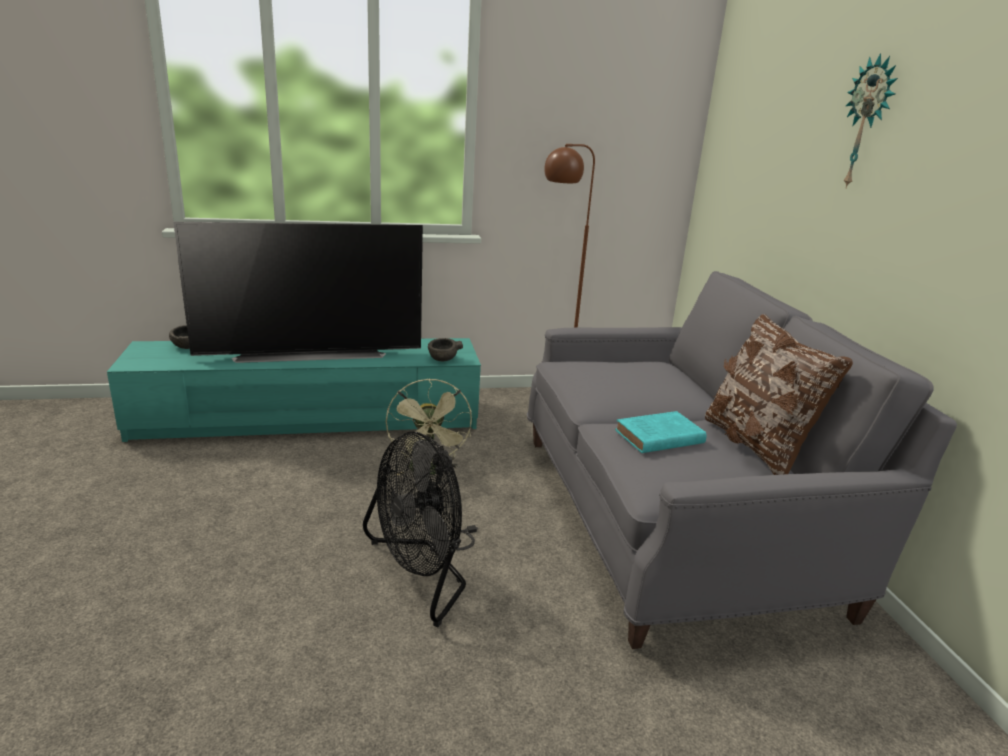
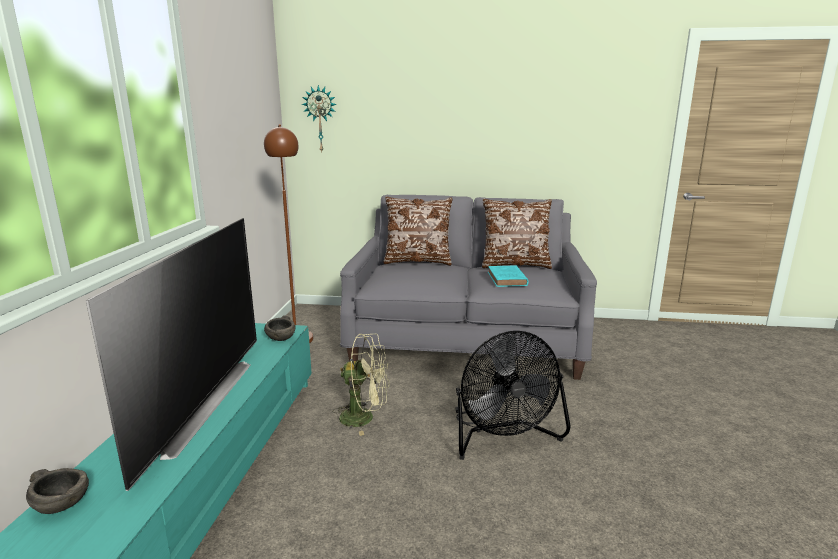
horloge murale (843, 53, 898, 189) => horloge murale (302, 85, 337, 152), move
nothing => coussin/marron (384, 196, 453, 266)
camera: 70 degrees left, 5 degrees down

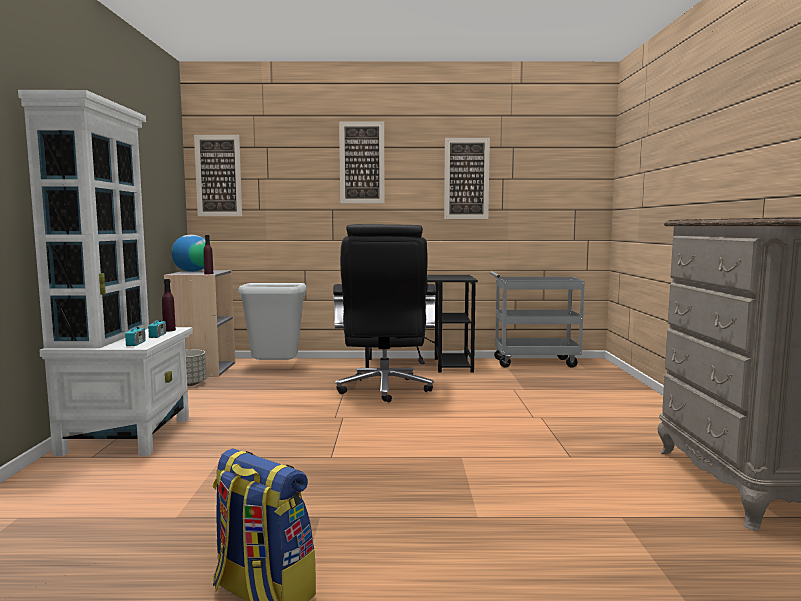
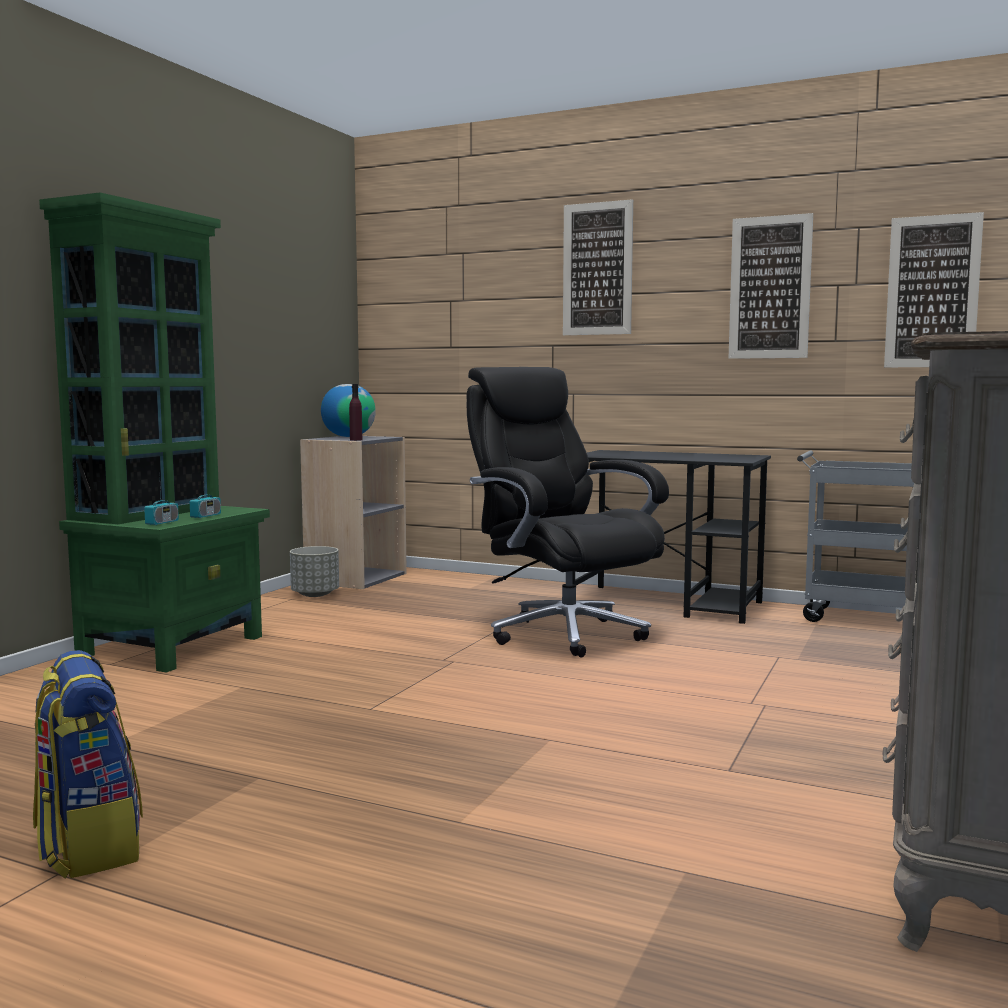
meuble de rangement/blanc (18, 90, 193, 456) => meuble de rangement/vert (39, 192, 270, 673)
chaise de bureau/noir (333, 224, 436, 403) => chaise de bureau/noir (467, 367, 669, 658), 120 degrees clockwise
tableau (194, 135, 242, 216) => tableau (884, 212, 984, 367), move
bouteille/violet (162, 279, 176, 331) => nothing
poubelle/gris (238, 283, 306, 360) => nothing
camera: 25 degrees right, 0 degrees up

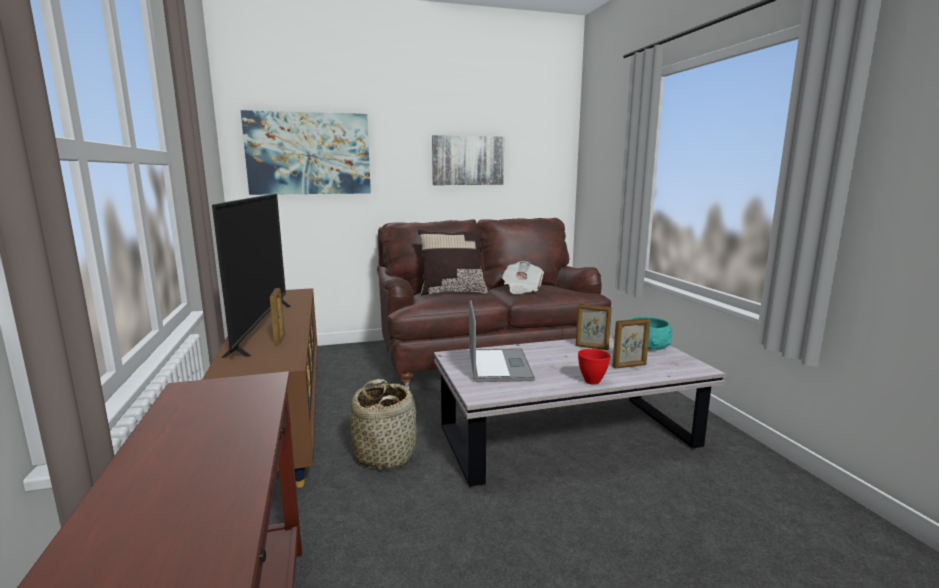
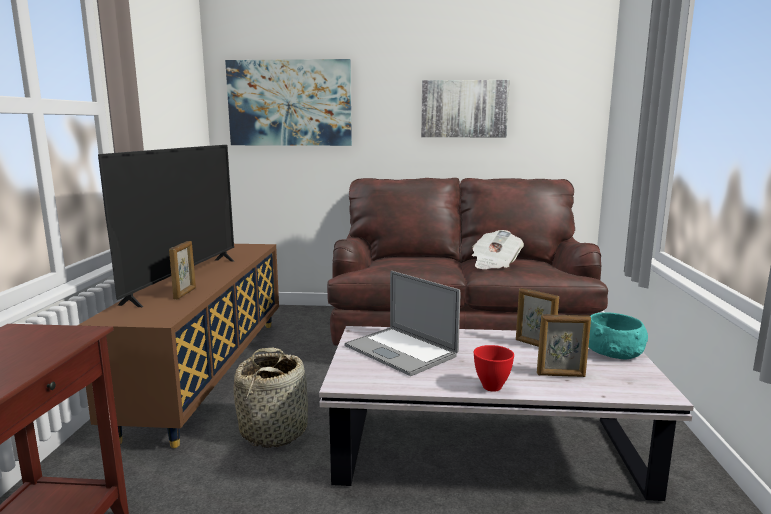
ordinateur portable (469, 300, 535, 382) => ordinateur portable (344, 271, 460, 376), 120 degrees clockwise
coussin (417, 229, 488, 295) => nothing
camera: 20 degrees right, 0 degrees up

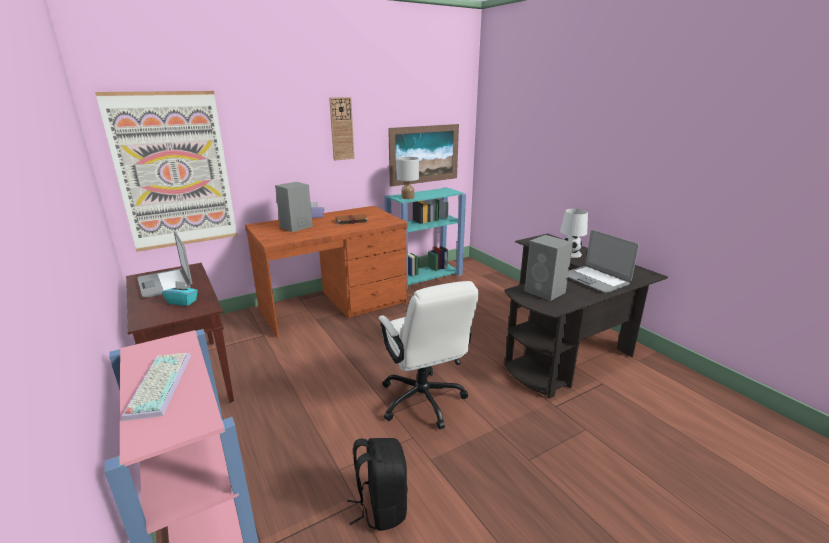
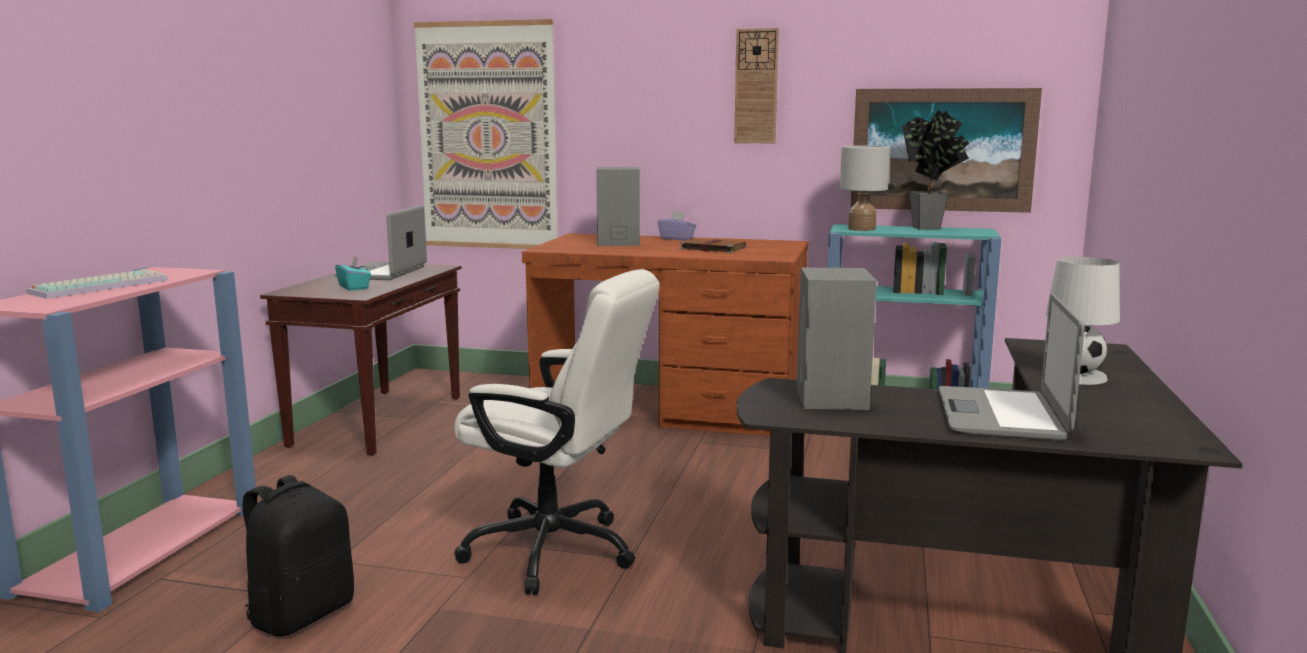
chaise de bureau/blanc (379, 281, 479, 429) => chaise de bureau/blanc (454, 269, 660, 595), 90 degrees counterclockwise
nothing => plante en pot (902, 110, 969, 230)
camera: 45 degrees right, 10 degrees down

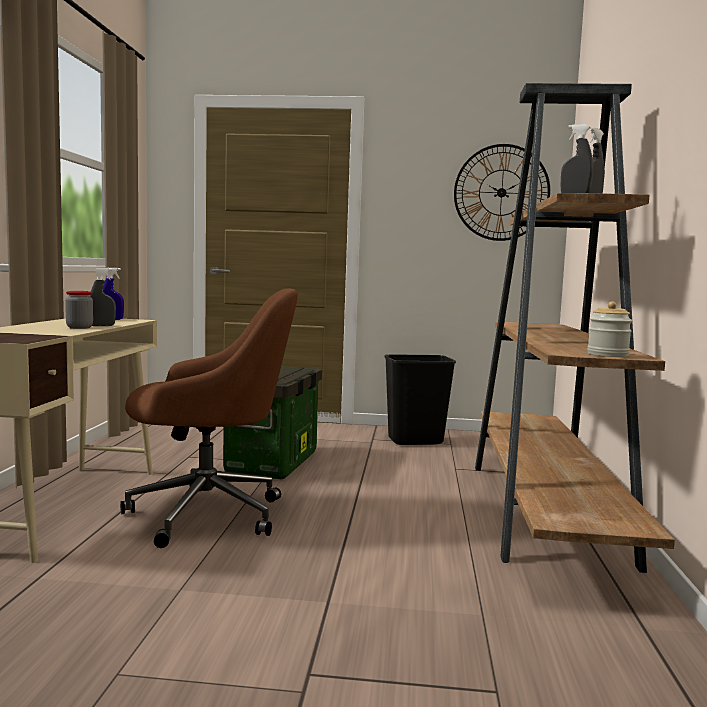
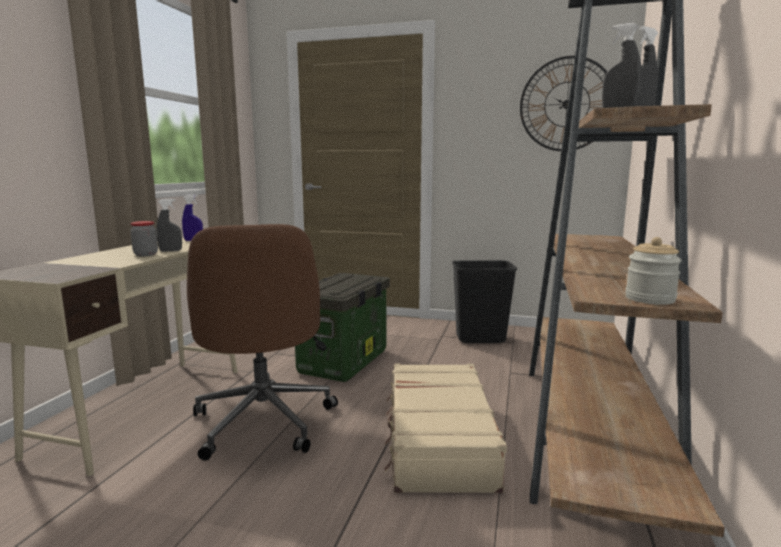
chaise de bureau/marron (120, 289, 298, 548) => chaise de bureau/marron (187, 224, 338, 460), 75 degrees clockwise
nothing => valise/beige (384, 364, 507, 493)
camera: 10 degrees right, 5 degrees up

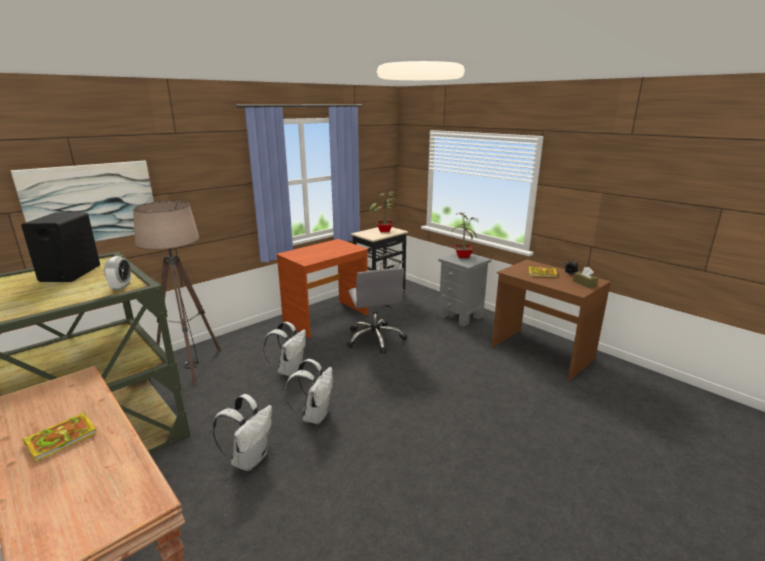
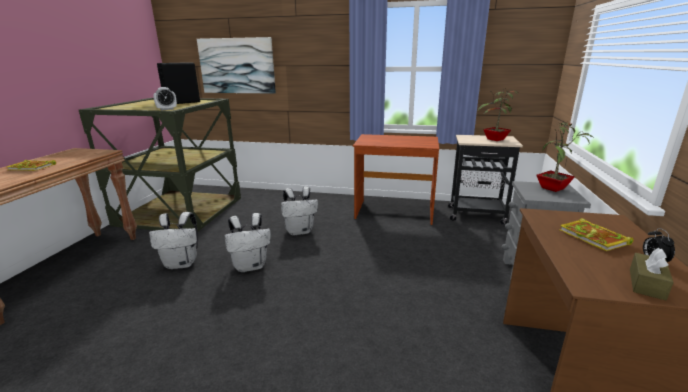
lampadaire (133, 201, 221, 385) => nothing
chaise de bureau/gris (347, 268, 407, 354) => nothing
camera: 55 degrees right, 0 degrees up

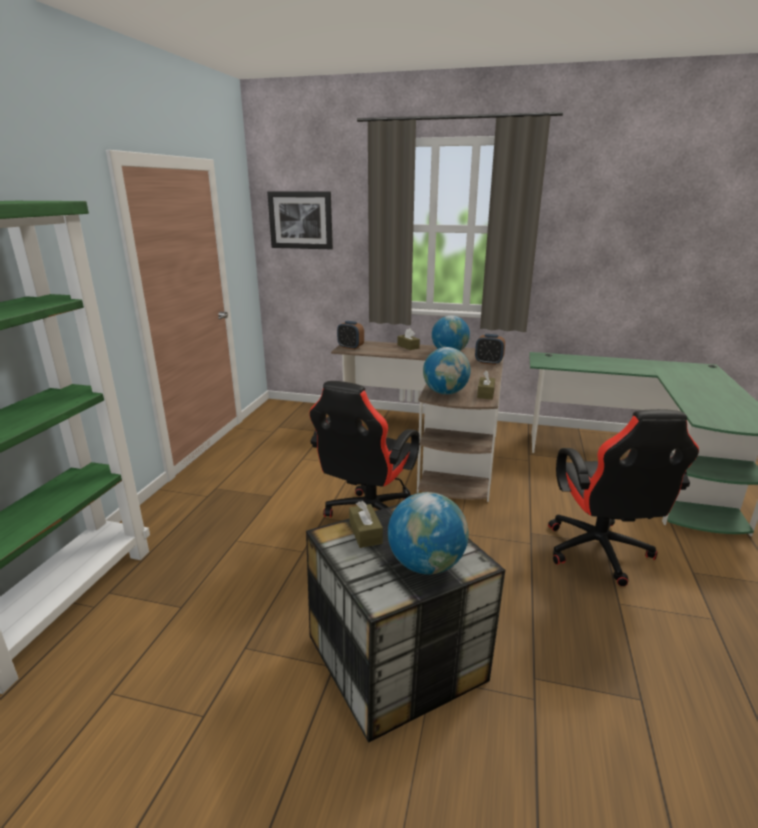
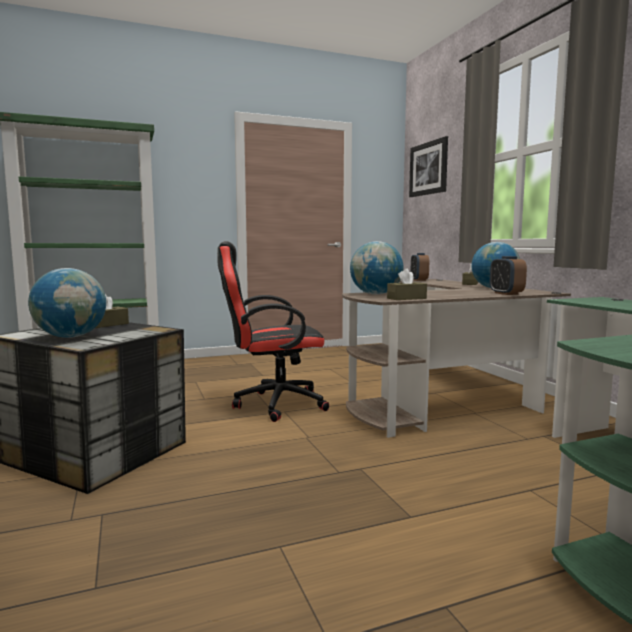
chaise de bureau/noir (548, 409, 699, 586) => nothing
camera: 55 degrees right, 15 degrees down

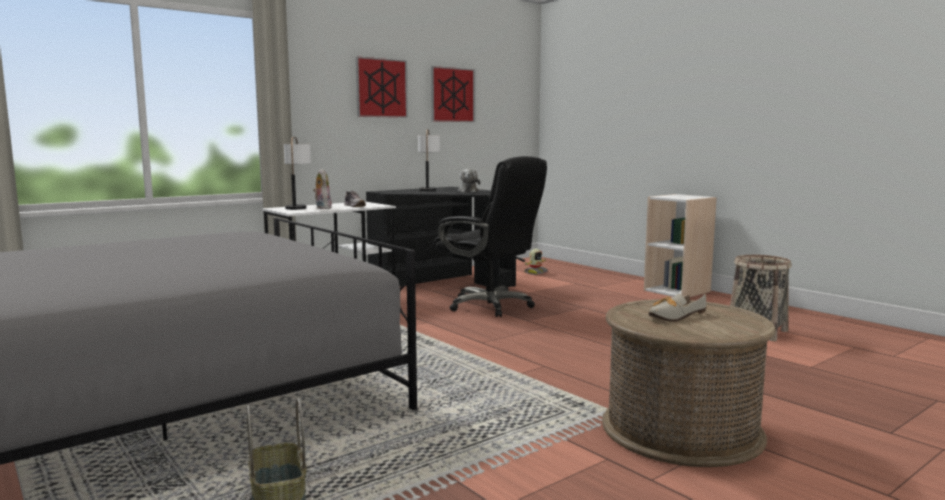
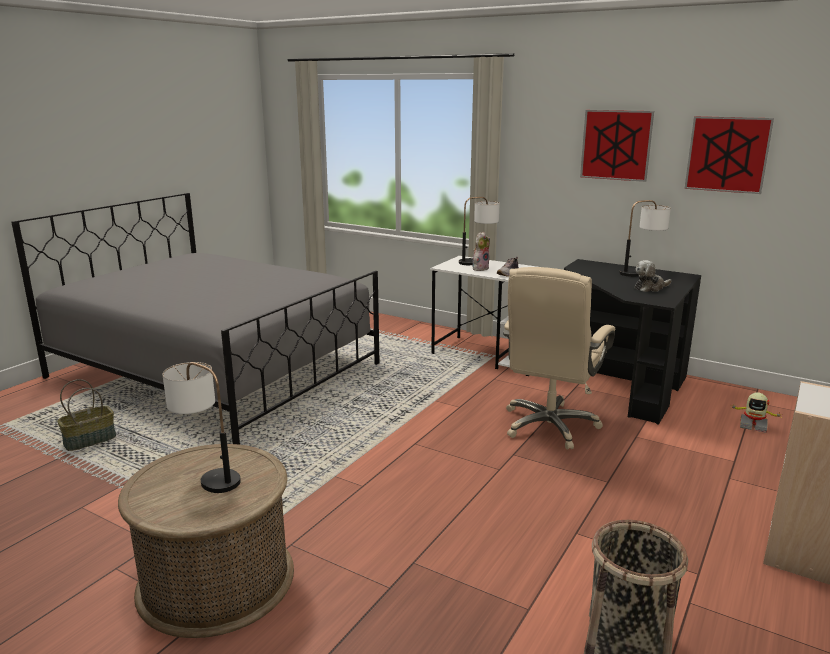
chaussure (649, 294, 706, 322) => lampe de table (162, 362, 241, 493)
chaise de bureau/noir (433, 156, 547, 317) => chaise de bureau/beige (503, 267, 615, 449)
camera: 70 degrees right, 10 degrees up

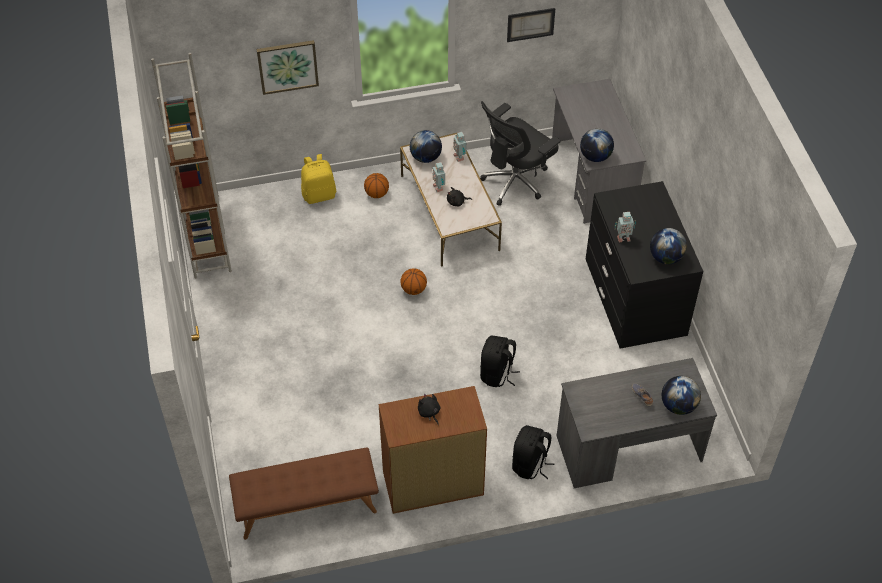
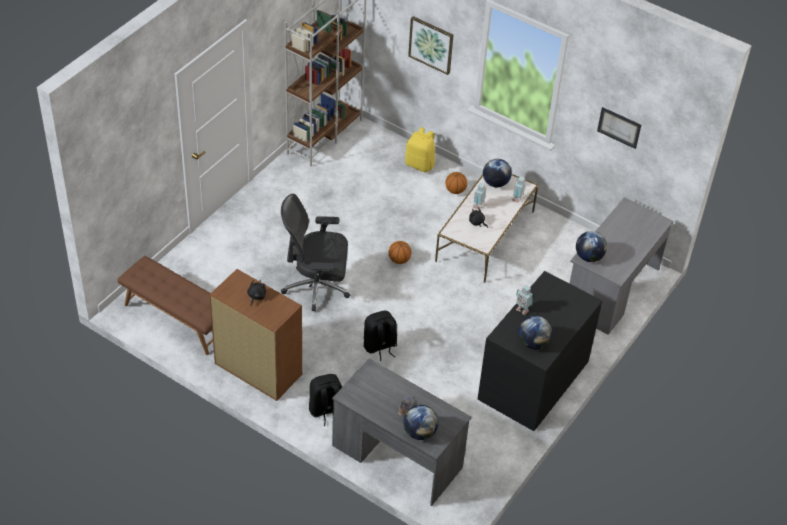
chaise de bureau (480, 101, 561, 206) => chaise de bureau (281, 194, 350, 311), move
camera: 45 degrees right, 5 degrees down

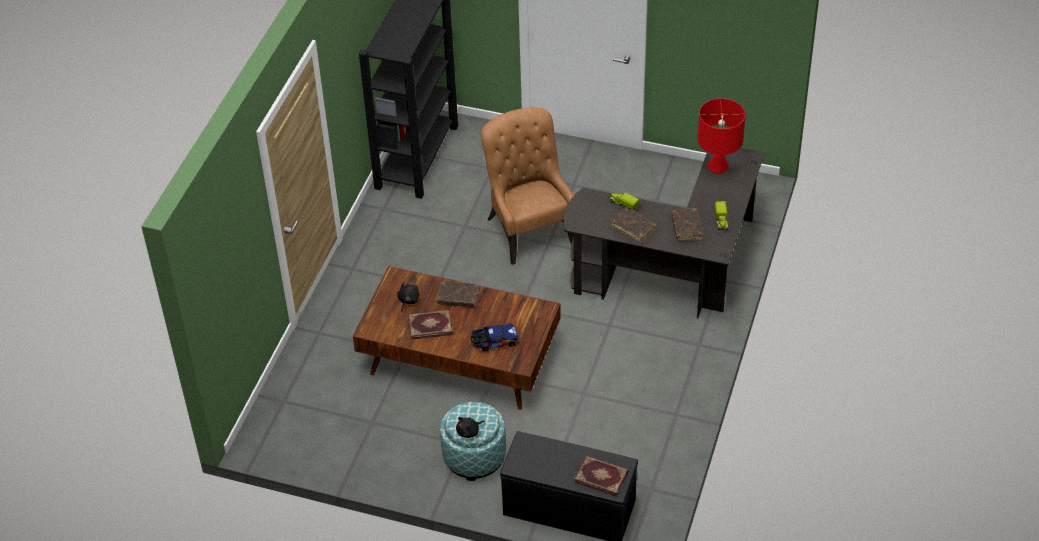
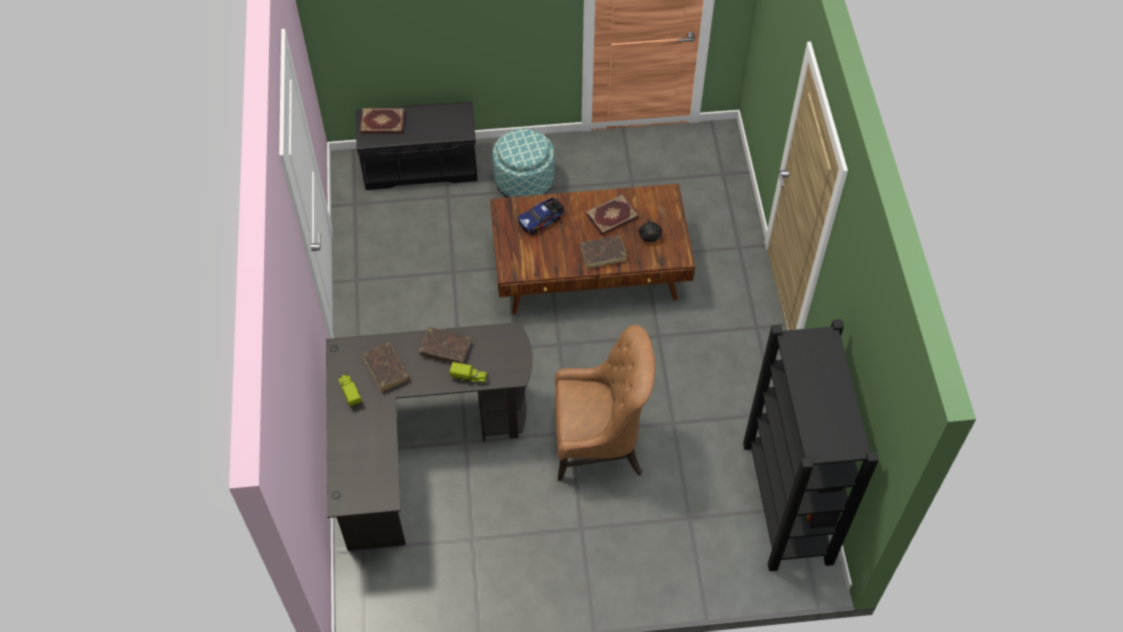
chaise/marron (481, 107, 574, 265) => chaise/marron (555, 325, 655, 481), 45 degrees counterclockwise
peluche/noir (456, 417, 485, 438) => nothing
lampe de table/rouge (698, 99, 745, 174) => nothing
camera: 155 degrees right, 10 degrees up

